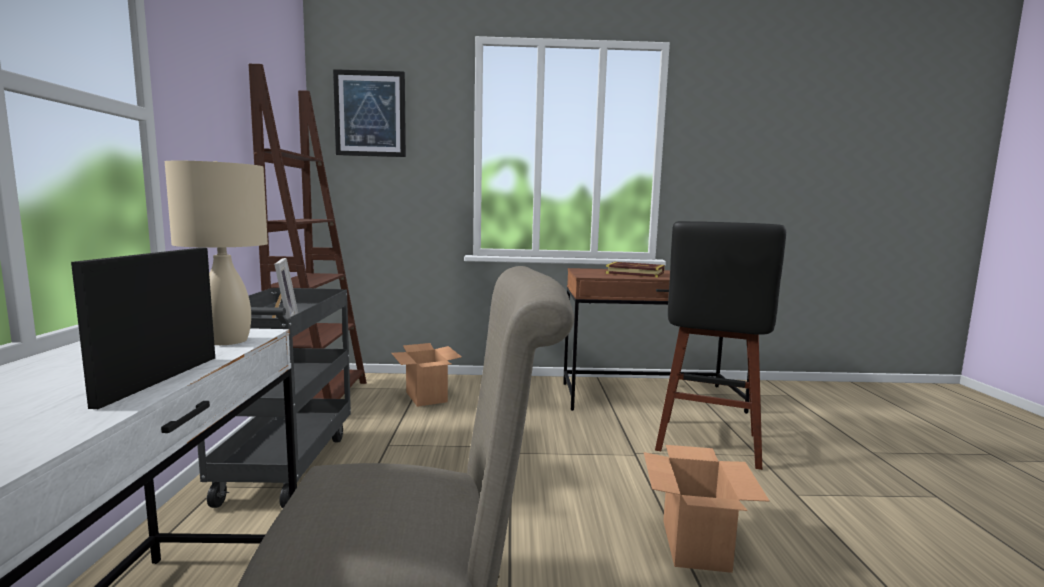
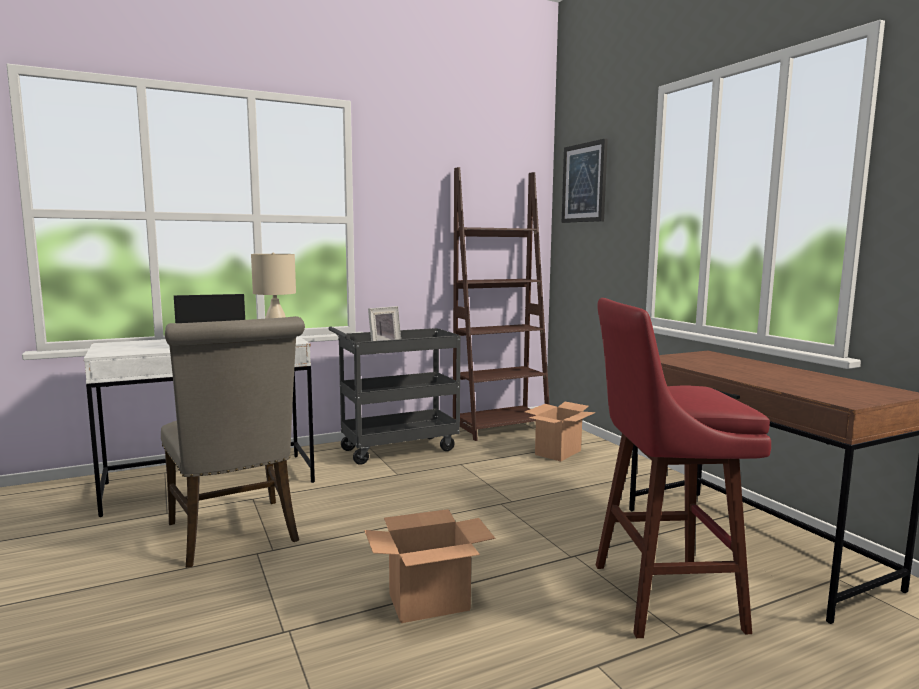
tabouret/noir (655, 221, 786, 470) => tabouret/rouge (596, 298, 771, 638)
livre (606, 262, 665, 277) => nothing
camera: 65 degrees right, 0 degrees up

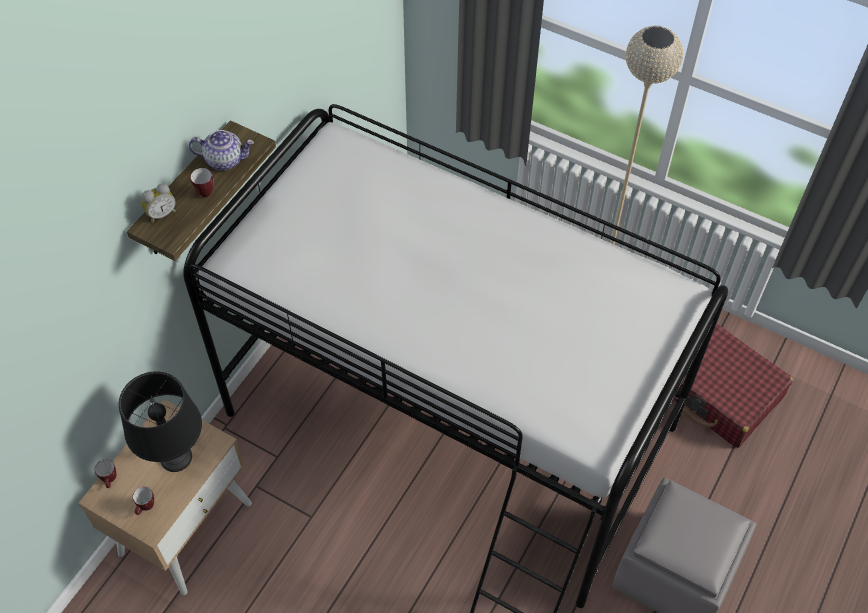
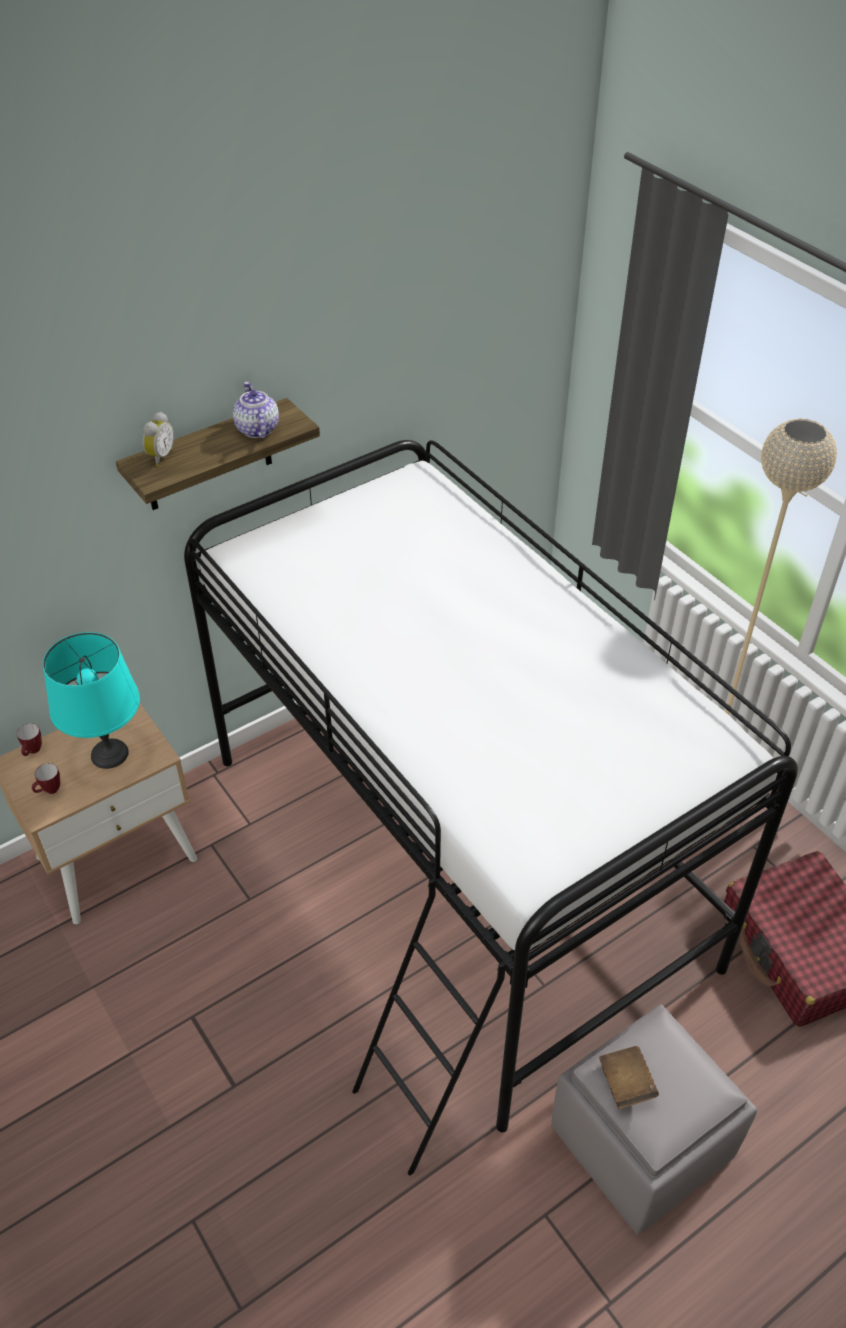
lampe de table/noir (119, 371, 202, 472) => lampe de table/turquoise (43, 632, 140, 769)
réveil (141, 184, 176, 223) => réveil (143, 412, 174, 466), 60 degrees counterclockwise
théière (189, 130, 254, 170) => théière (233, 382, 279, 438), 135 degrees counterclockwise
nothing => livre/marron (599, 1046, 659, 1109)
mug (190, 168, 213, 197) => nothing
camera: 25 degrees right, 10 degrees down

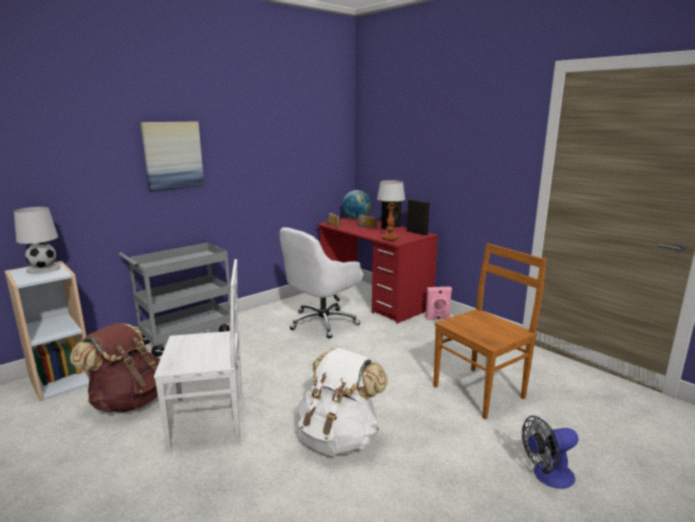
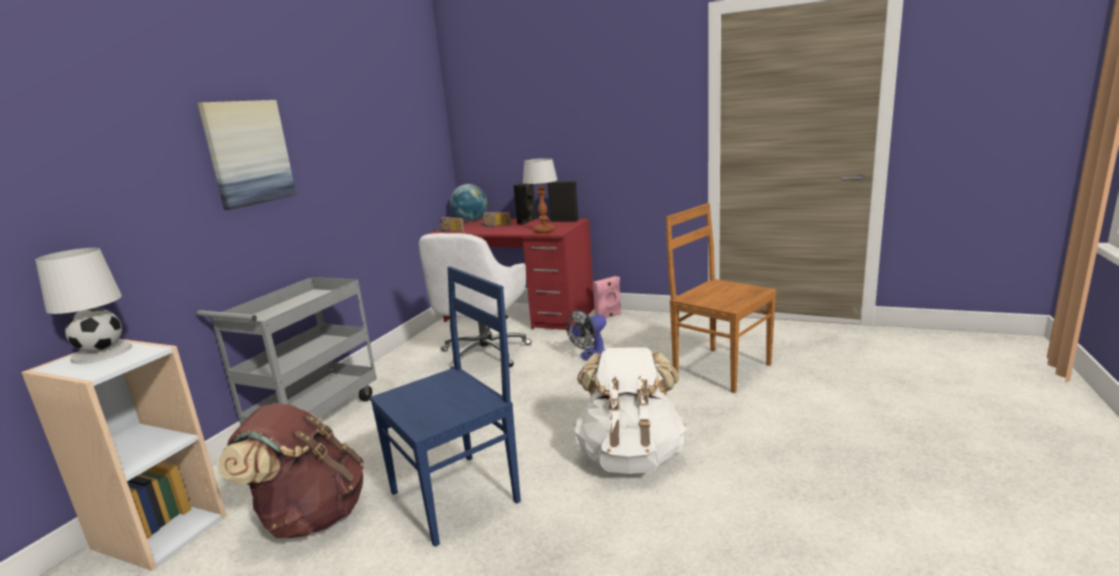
chaise/blanc (154, 259, 242, 450) => chaise/bleu (370, 266, 521, 547)
ventilateur (522, 416, 578, 489) => ventilateur (566, 309, 606, 361), move
chaise/marron (433, 243, 547, 420) => chaise/marron (665, 203, 777, 393), 75 degrees counterclockwise
camera: 25 degrees left, 0 degrees up

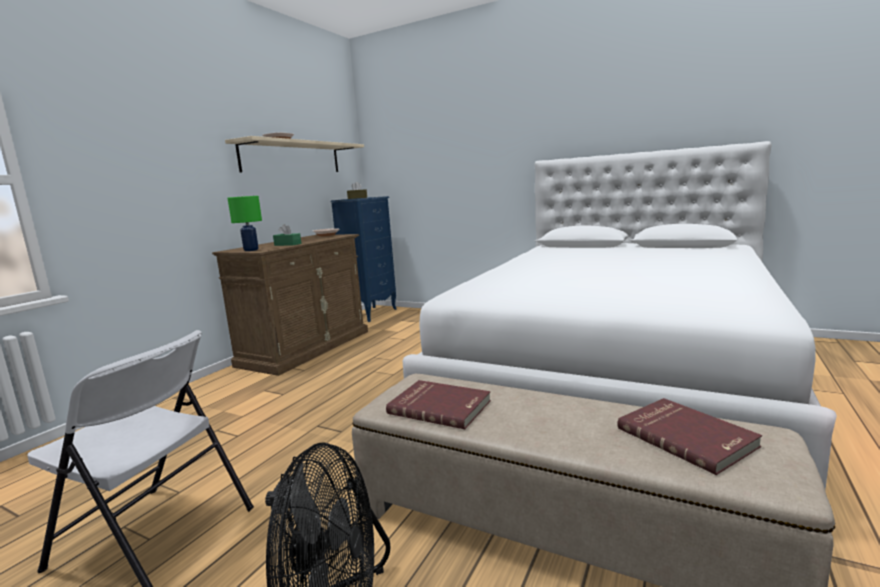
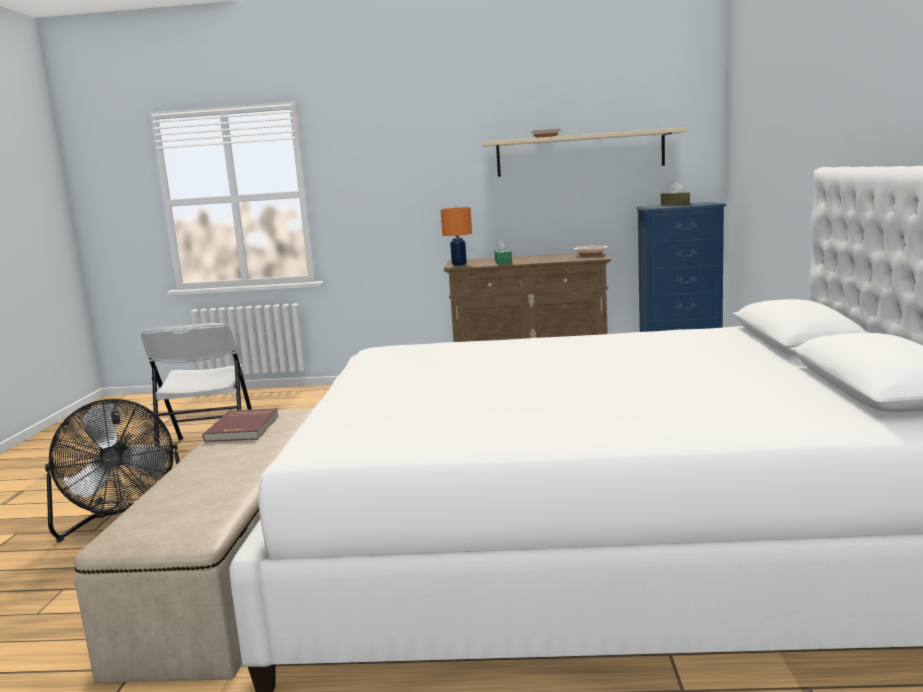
lampe de table/vert (228, 196, 262, 251) => lampe de table/orange (441, 207, 472, 265)
livre/rouge (617, 398, 762, 475) => nothing
camera: 65 degrees right, 0 degrees up

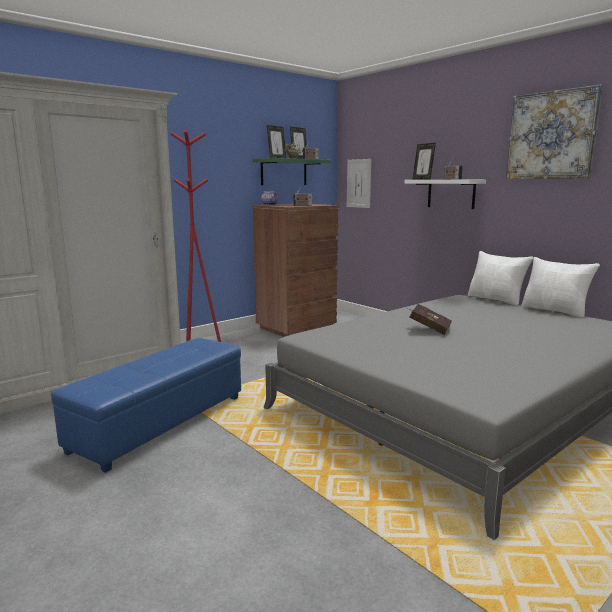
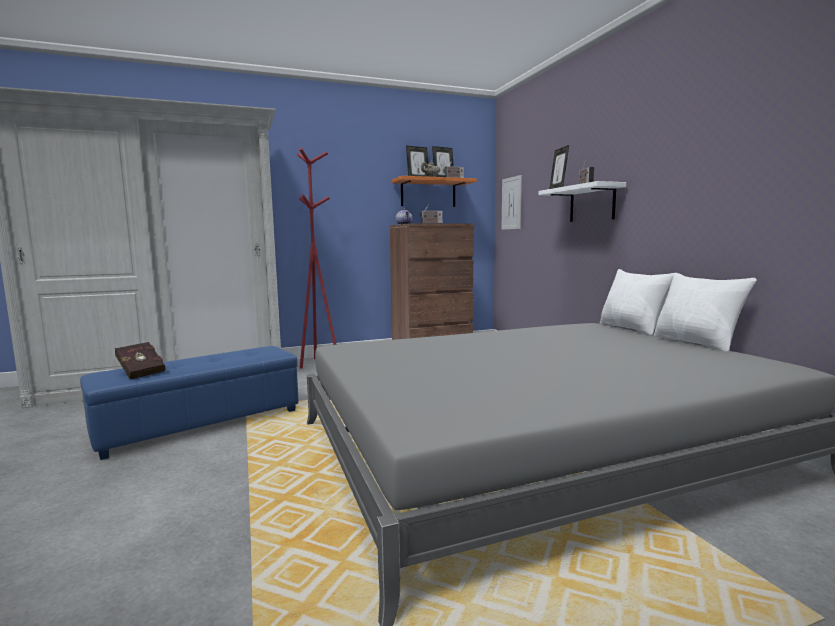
livre/rouge (408, 304, 452, 335) => livre/rouge (115, 342, 165, 380), move
étagère/vert (253, 158, 332, 185) => étagère/orange (392, 176, 477, 207)
tableau (506, 84, 603, 179) => nothing
camera: 20 degrees right, 5 degrees down

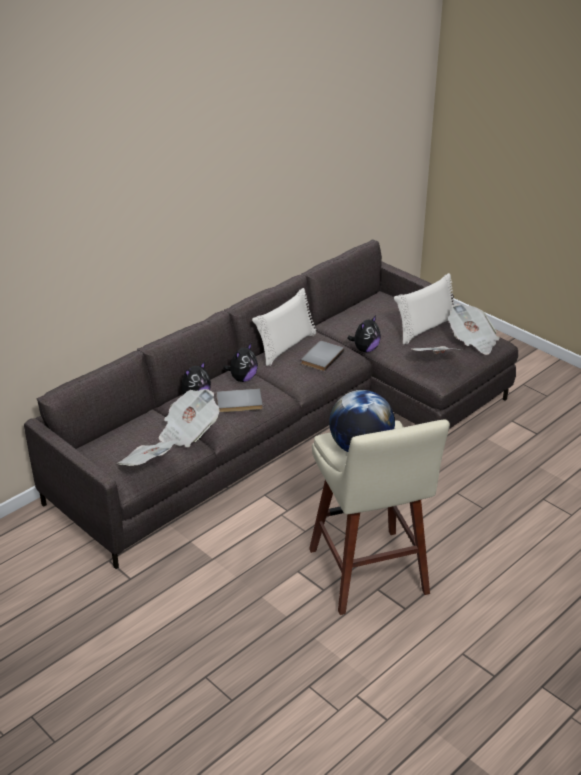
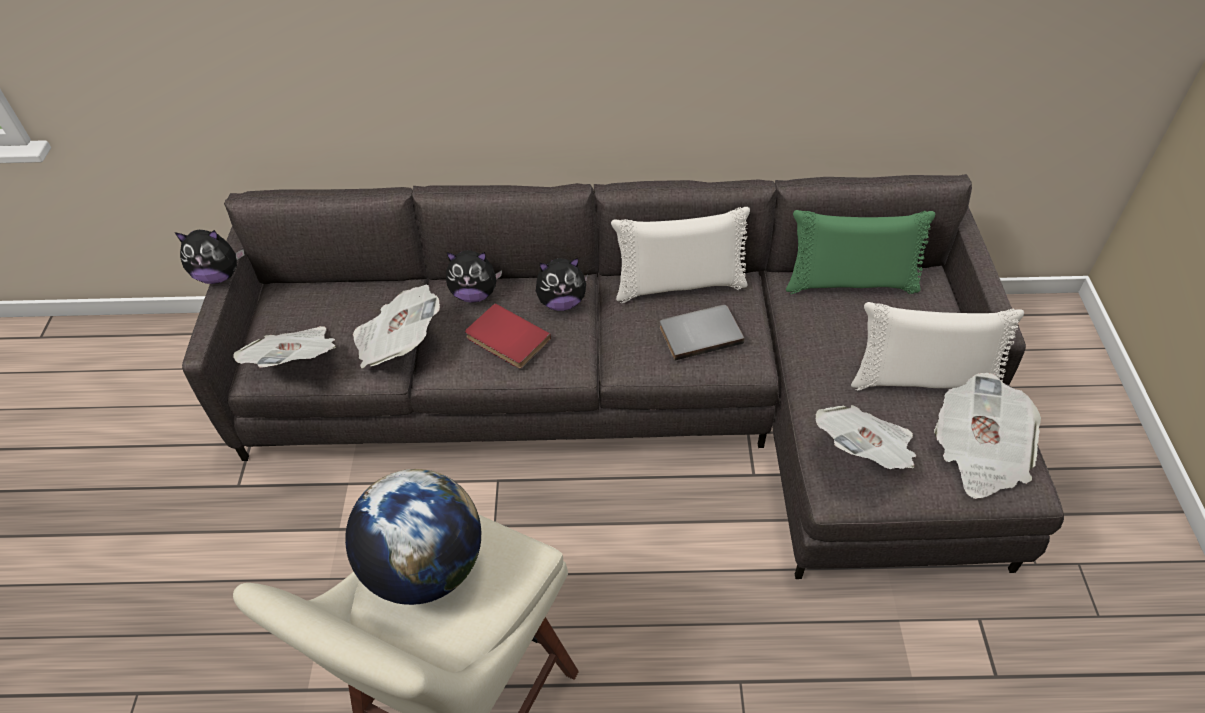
peluche (347, 315, 381, 352) => peluche (174, 230, 245, 284), move
livre/gris (216, 388, 263, 413) => livre/rouge (465, 303, 551, 369)
nothing => coussin/vert (786, 210, 935, 294)
camera: 45 degrees right, 15 degrees up

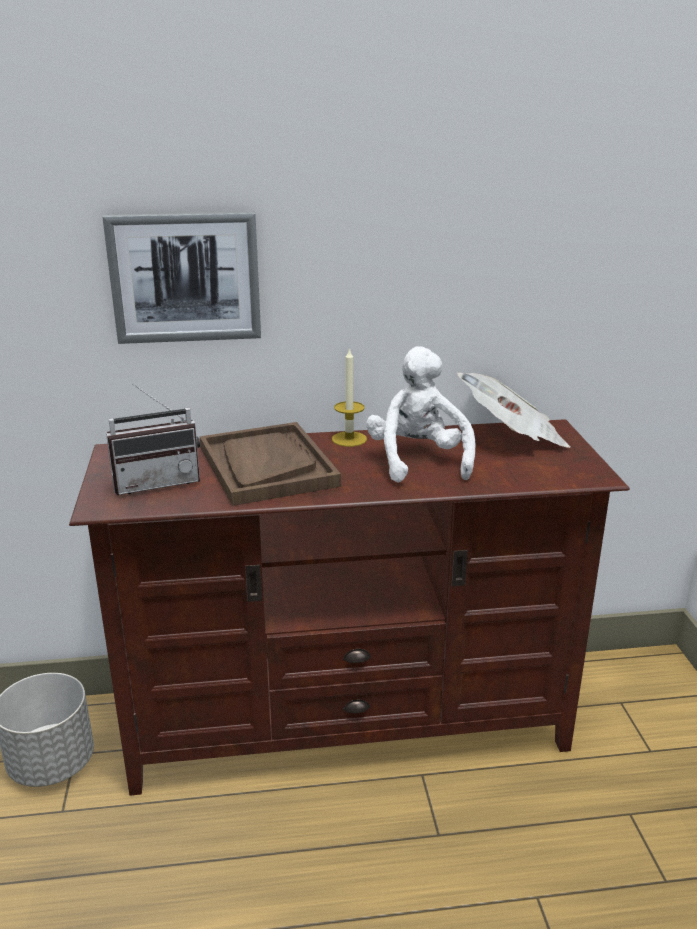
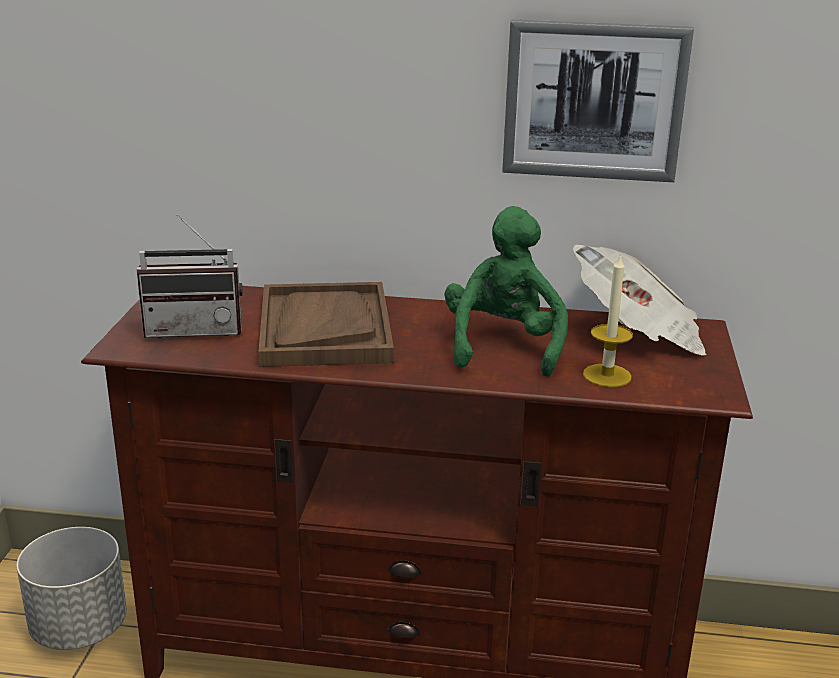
peluche/blanc (366, 346, 476, 483) => peluche/vert (445, 206, 568, 377)
tableau (103, 212, 261, 344) => tableau (502, 20, 694, 182), move
bougie (332, 347, 367, 447) => bougie (583, 256, 633, 387), move
camera: 15 degrees right, 0 degrees up

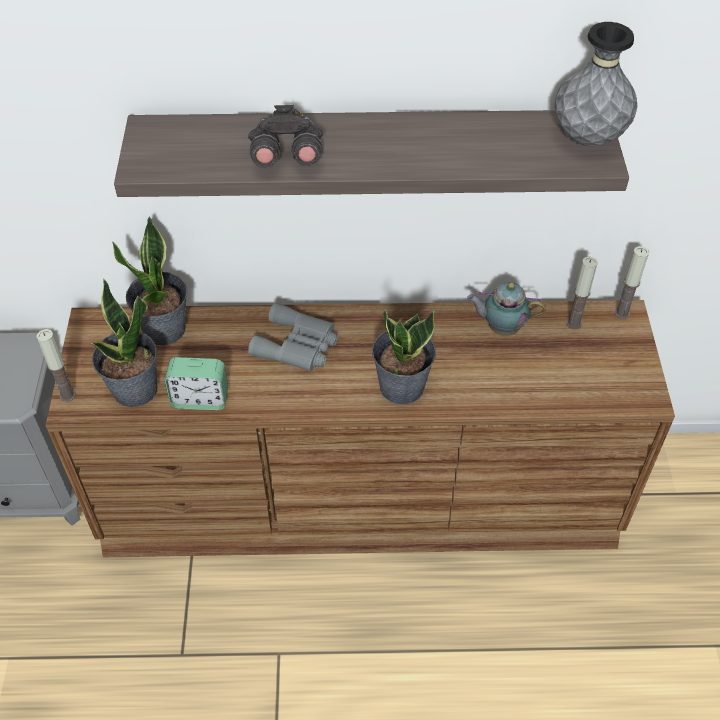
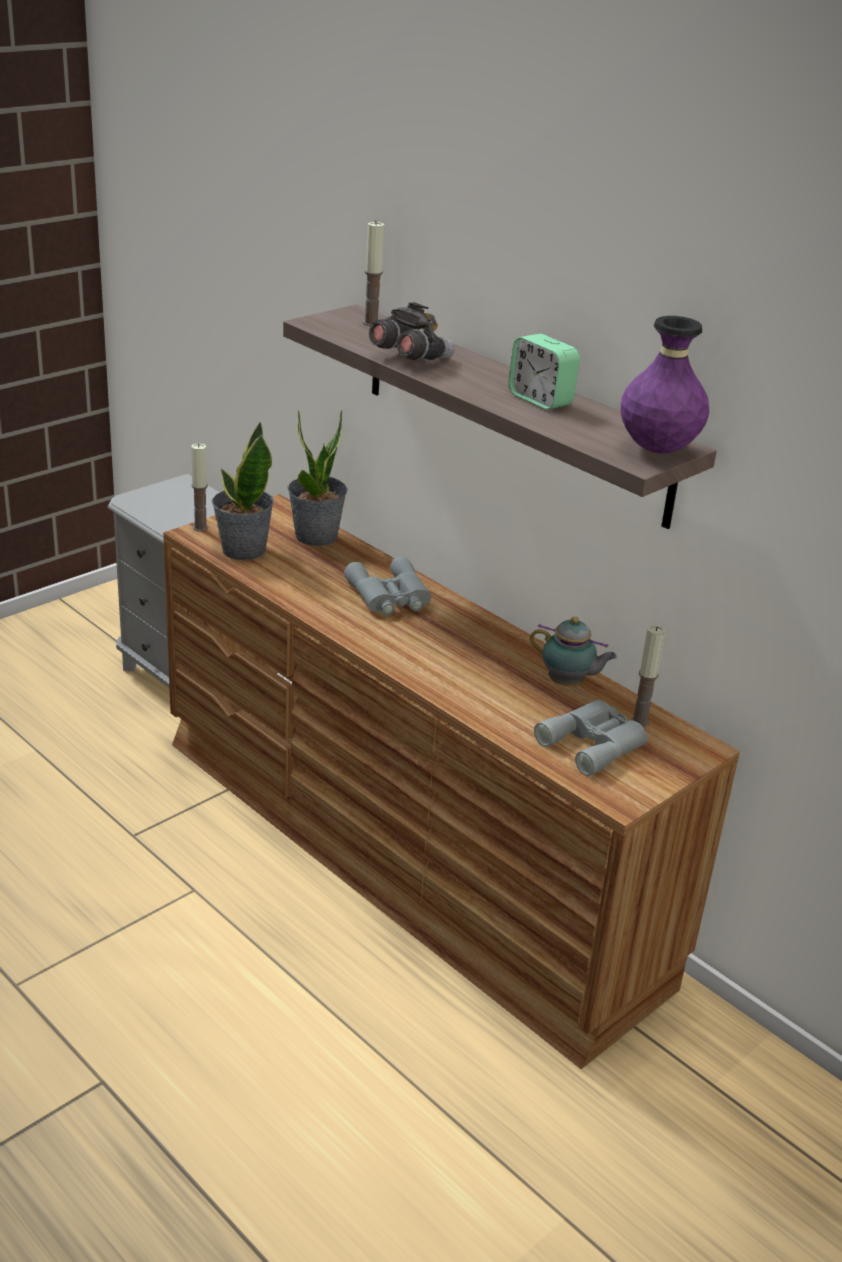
bougie (615, 246, 649, 319) => bougie (363, 221, 384, 326), move
réveil (165, 357, 228, 410) => réveil (508, 334, 580, 410), move
théière (467, 282, 546, 336) => théière (530, 617, 617, 686), 150 degrees clockwise
nothing => jumelles/gris (534, 700, 648, 776)
vase/gris (555, 22, 637, 146) => vase/violet (621, 316, 709, 454)
plante en pot (372, 309, 436, 405) => nothing
camera: 45 degrees right, 20 degrees down

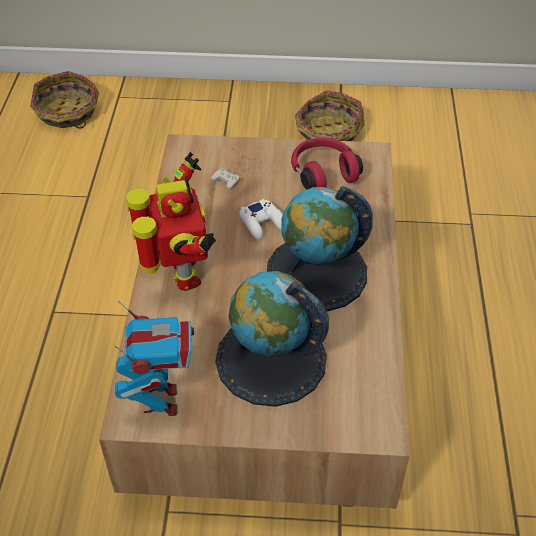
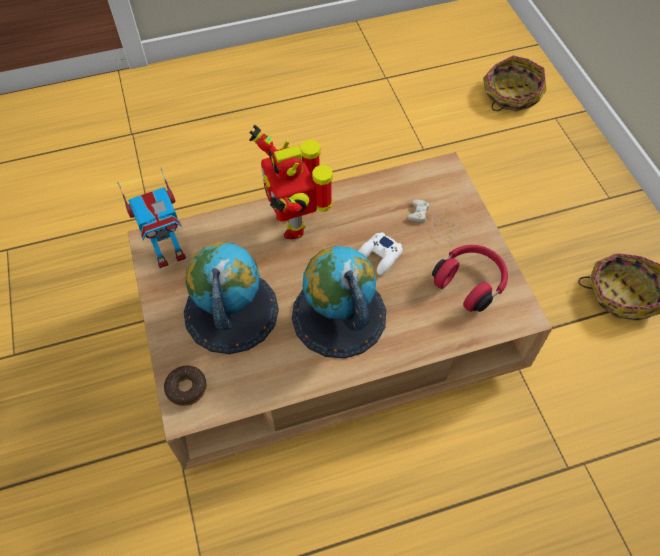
nothing => beignet (164, 366, 207, 406)
robot jouet (126, 152, 216, 291) => robot jouet (249, 125, 333, 239), 105 degrees clockwise
camera: 70 degrees right, 10 degrees up

